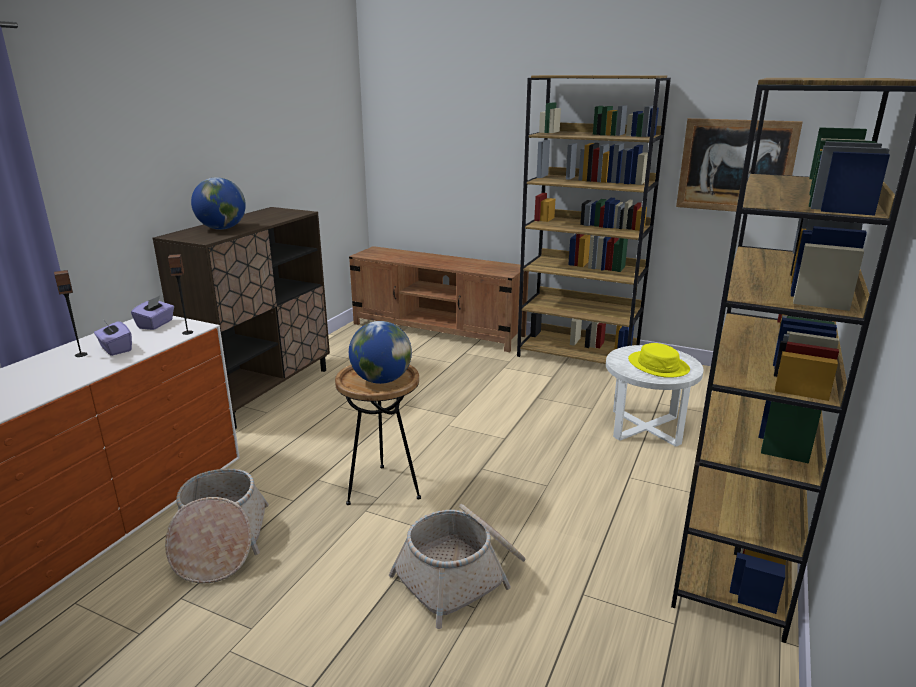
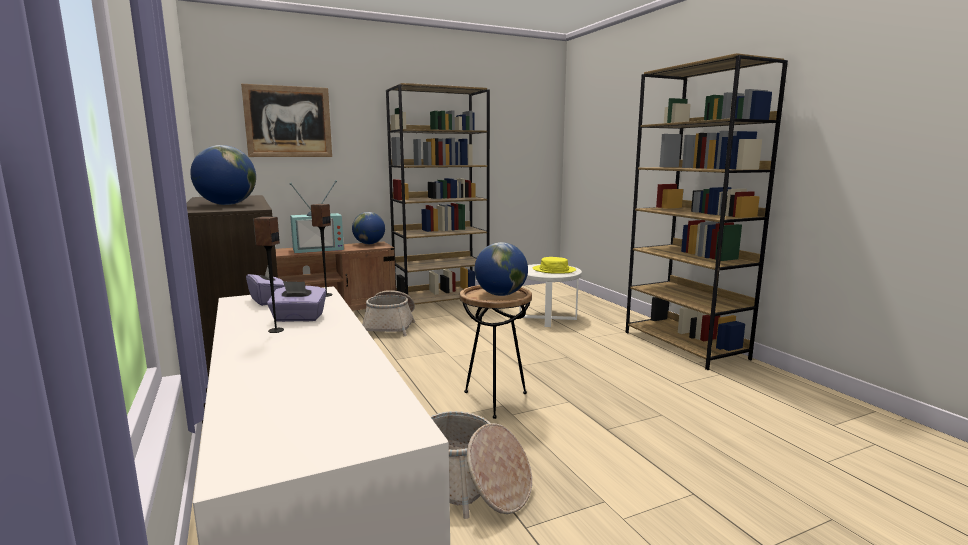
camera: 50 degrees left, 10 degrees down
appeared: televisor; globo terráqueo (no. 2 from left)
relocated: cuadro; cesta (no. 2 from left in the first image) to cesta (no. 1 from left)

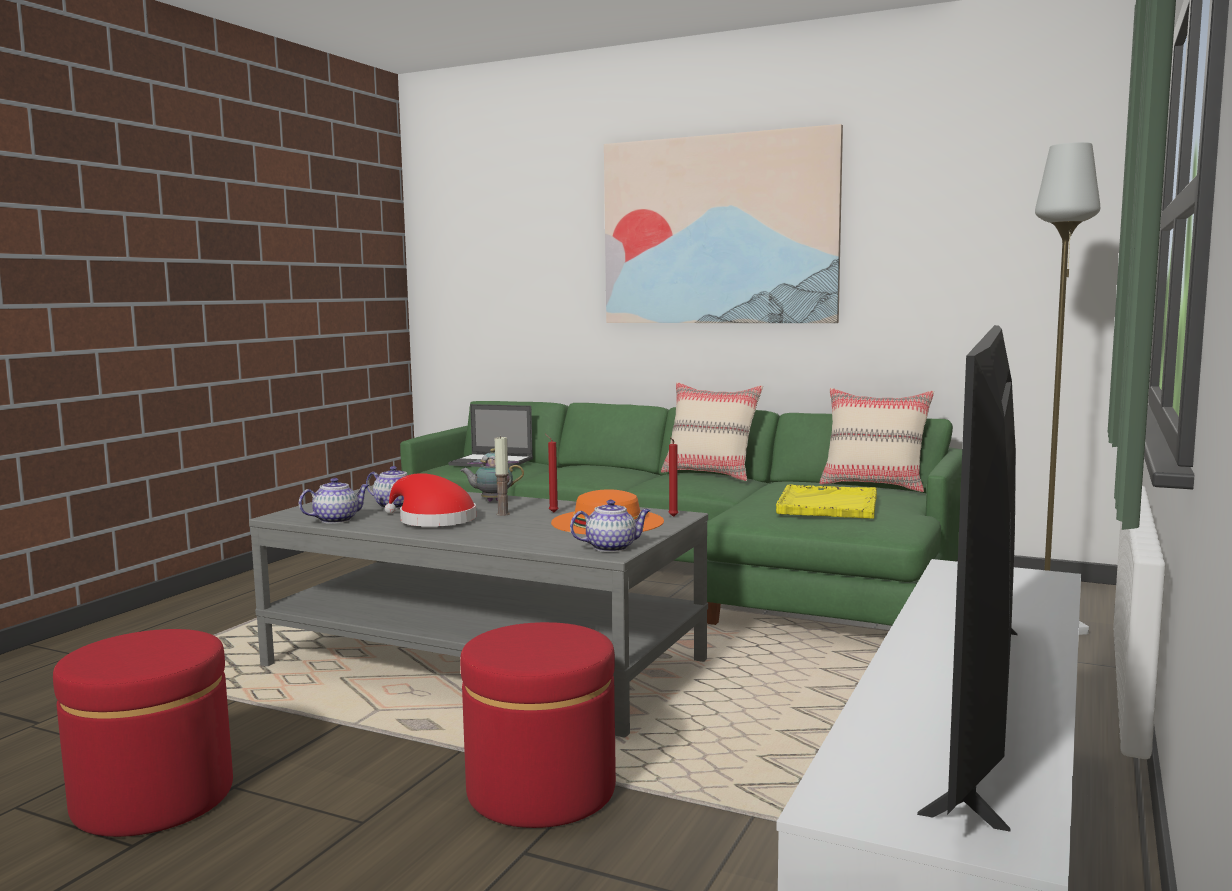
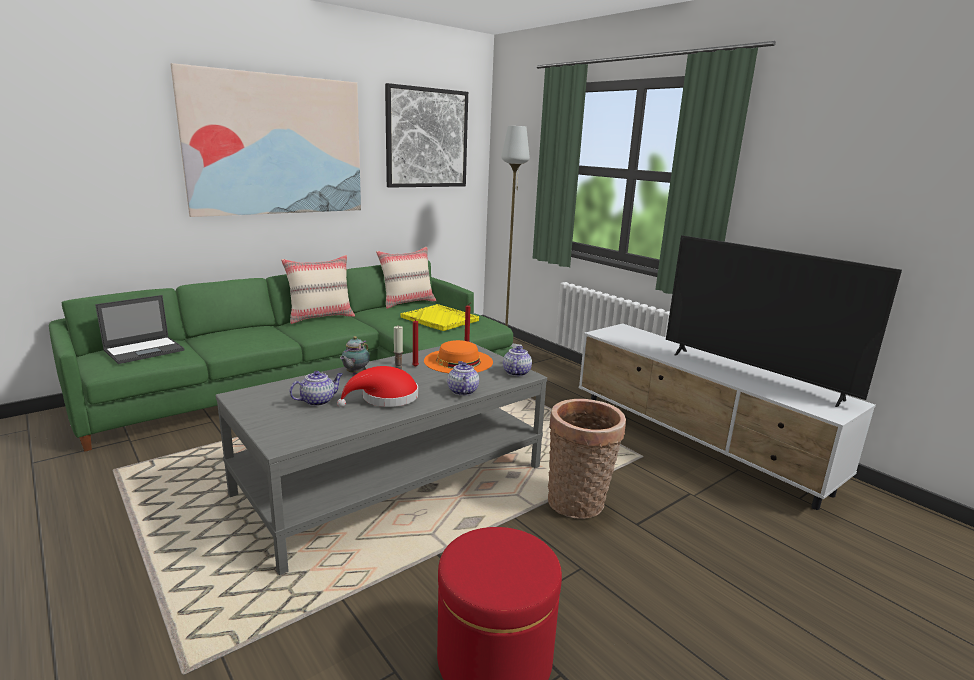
camera: 65 degrees left, 10 degrees up
appeared: cuadro (no. 2 from left)
relocated: tetera (no. 1 from left in the first image) to tetera (no. 3 from left)
exchanged: puf/rojo (no. 2 from left) to cesta

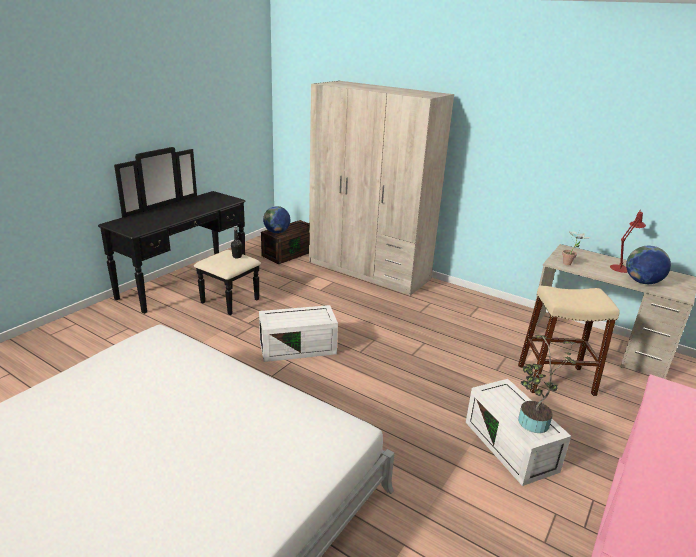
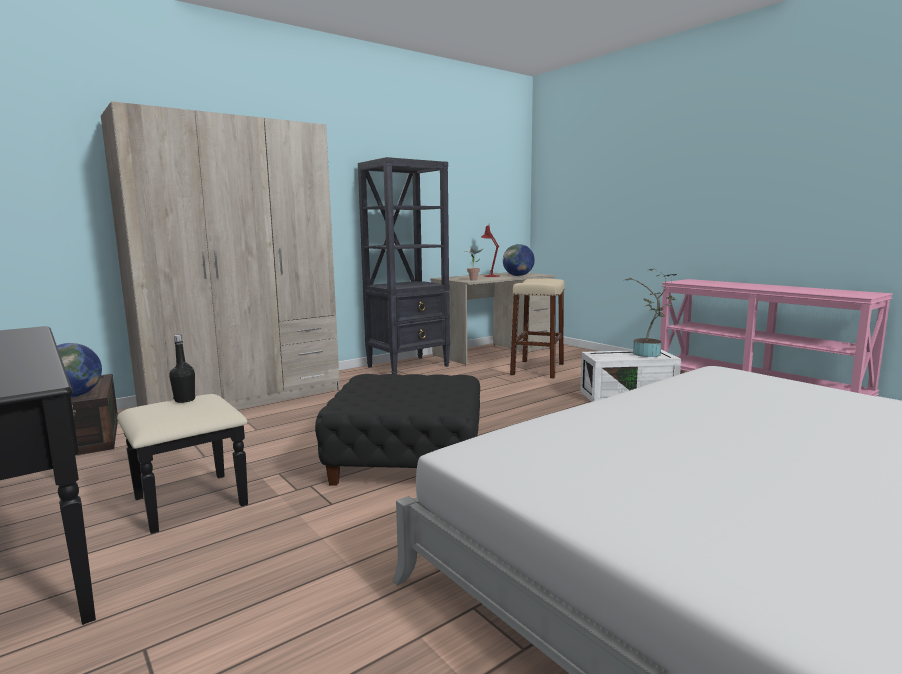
camera: 70 degrees left, 15 degrees down
appeared: estantería/negro
exchanged: caja de almacenaje/blanco (no. 1 from left) to puf/negro

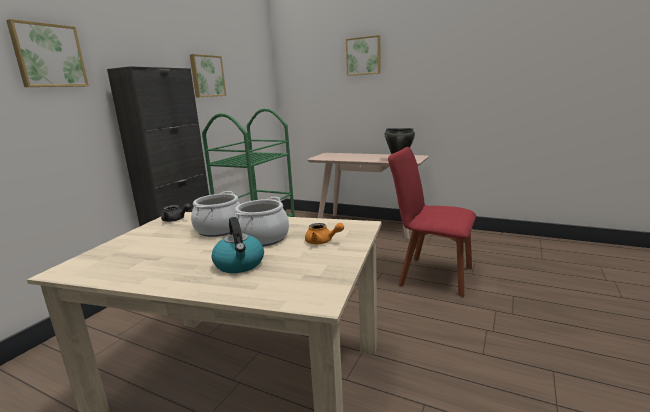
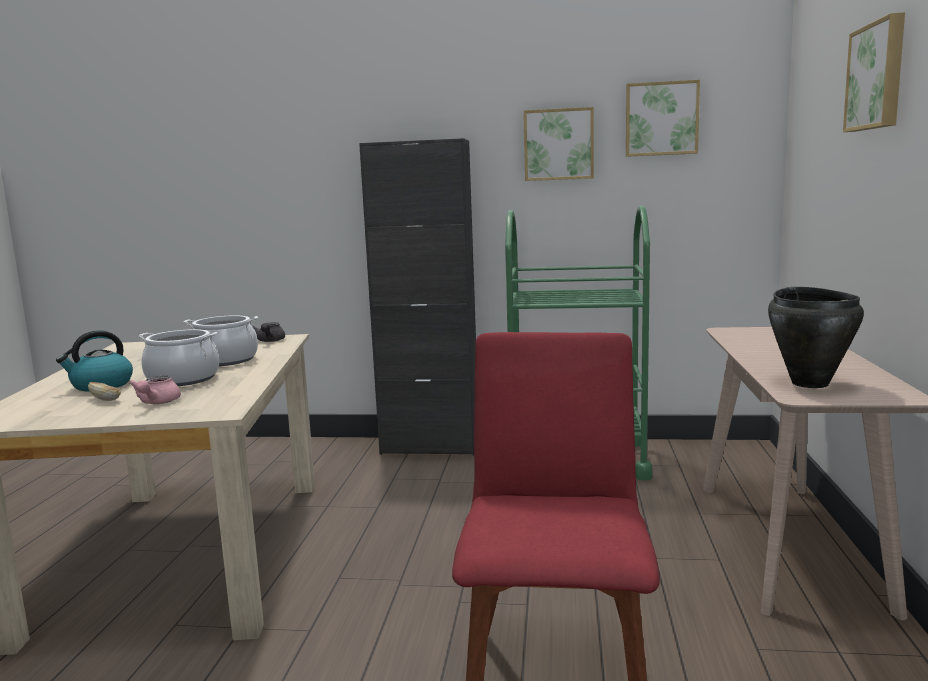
camera: 70 degrees right, 5 degrees down
appeared: pan
relocated: cuadro (no. 1 from left in the first image) to cuadro (no. 2 from left)
colour: tetera/naranja to tetera/rosa

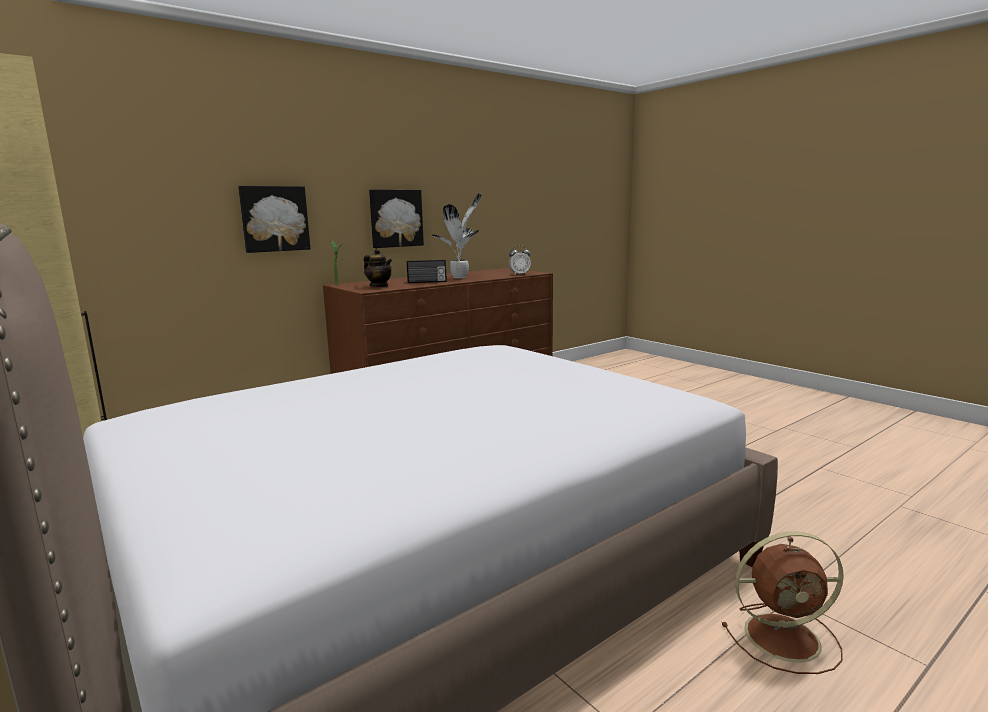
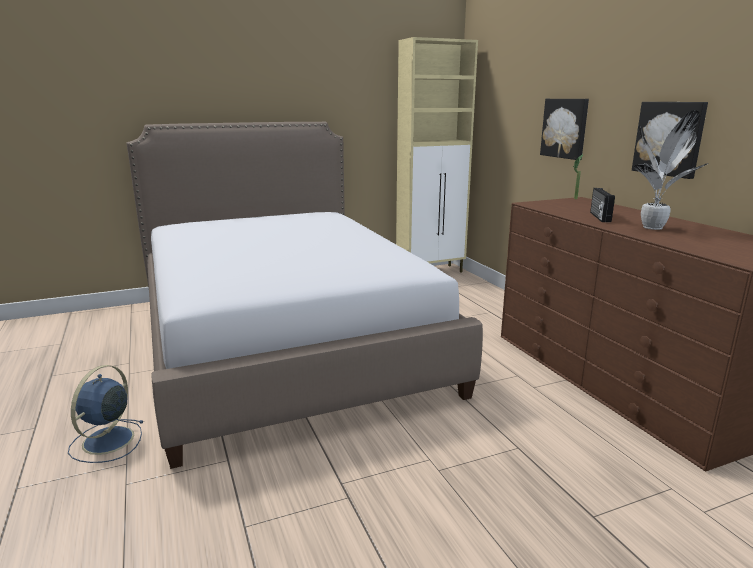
camera: 105 degrees right, 5 degrees up
missing: tetera; despertador
colour: ventilador/marrón to ventilador/azul

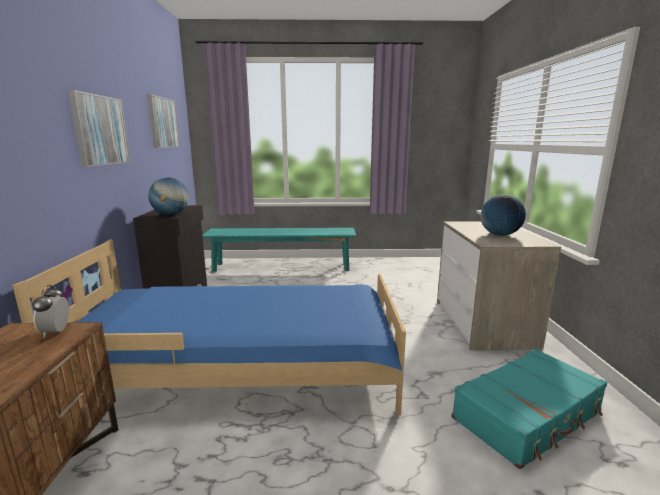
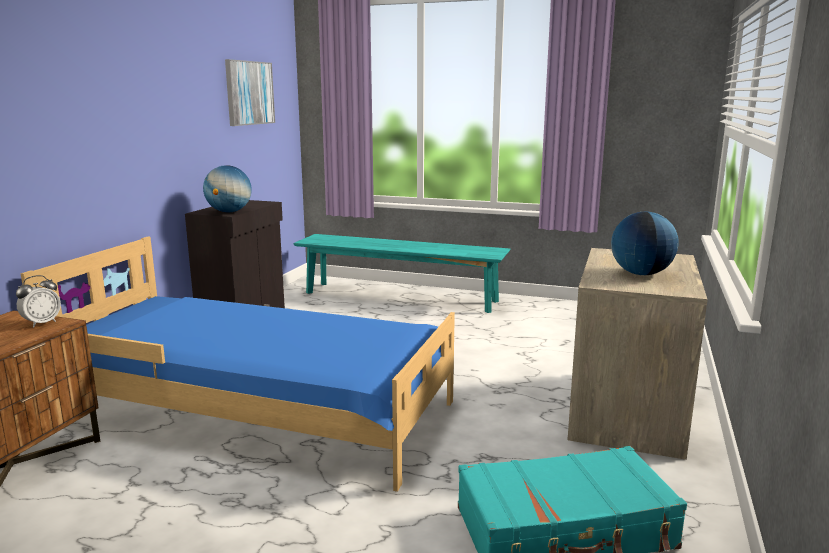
camera: 20 degrees right, 0 degrees up
missing: cuadro (no. 1 from left)
spun: despertador 150 degrees counterclockwise

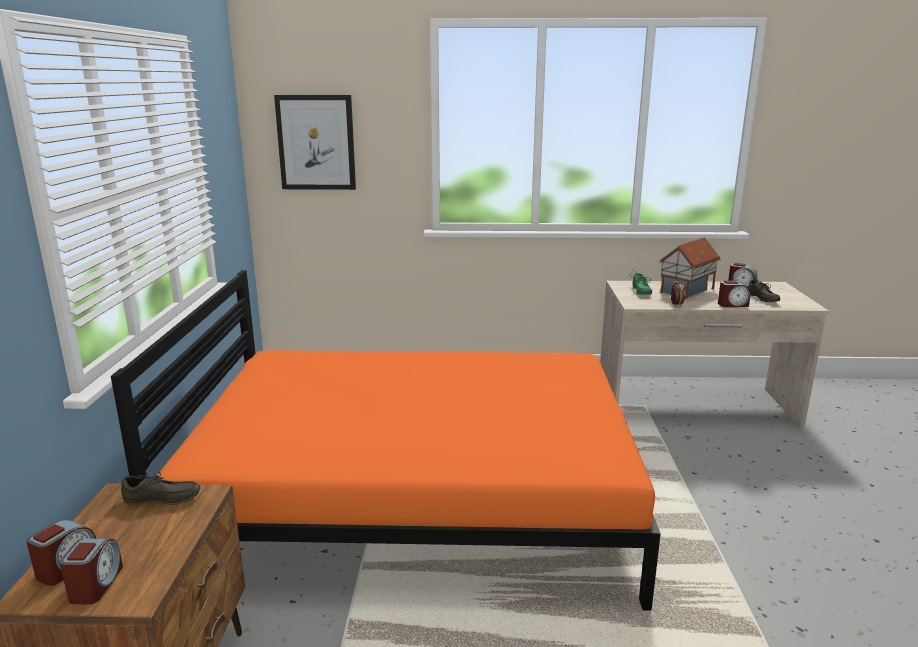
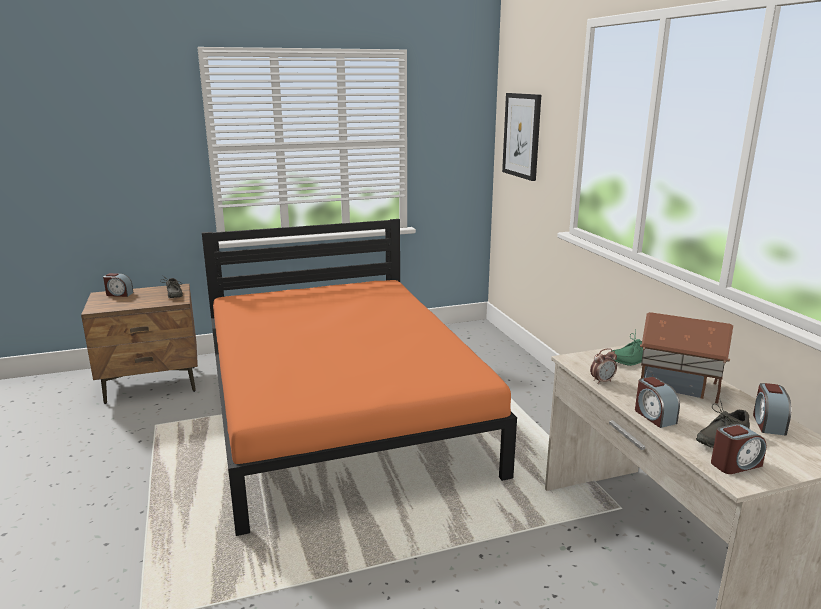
camera: 70 degrees right, 0 degrees up
relocated: despertador (no. 2 from left in the first image) to despertador (no. 4 from left)

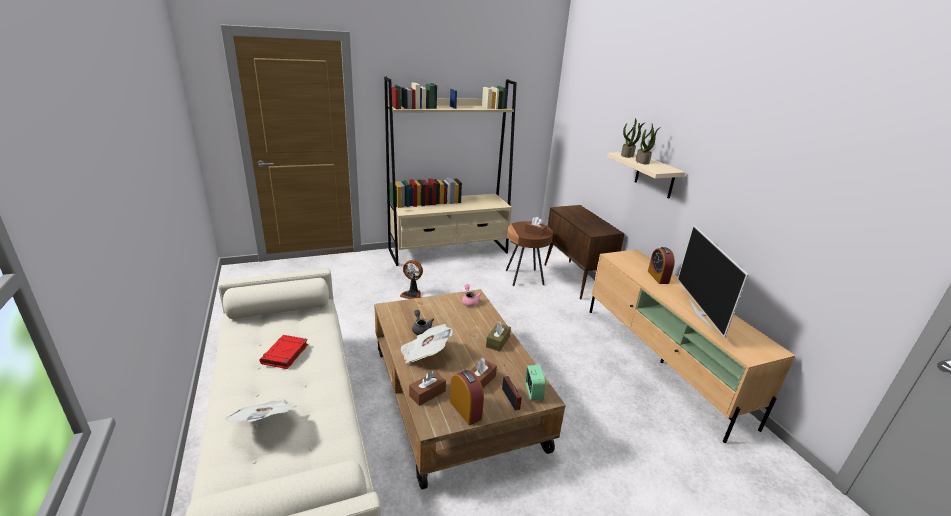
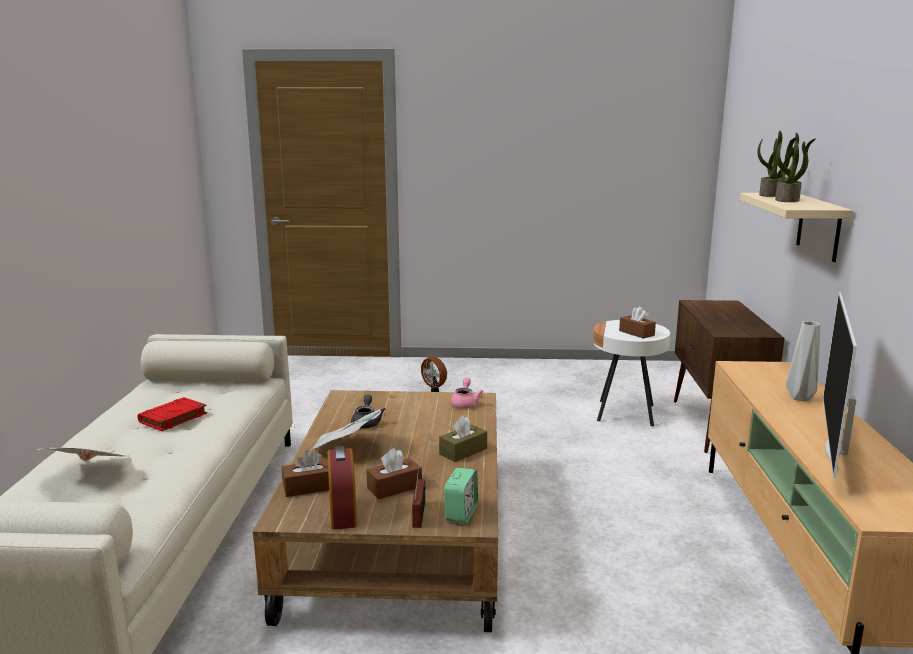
camera: 25 degrees right, 10 degrees down
missing: estantería/beis
exchanged: despertador (no. 3 from left) to florero/gris
colour: mesa auxiliar/marrón to mesa auxiliar/blanco

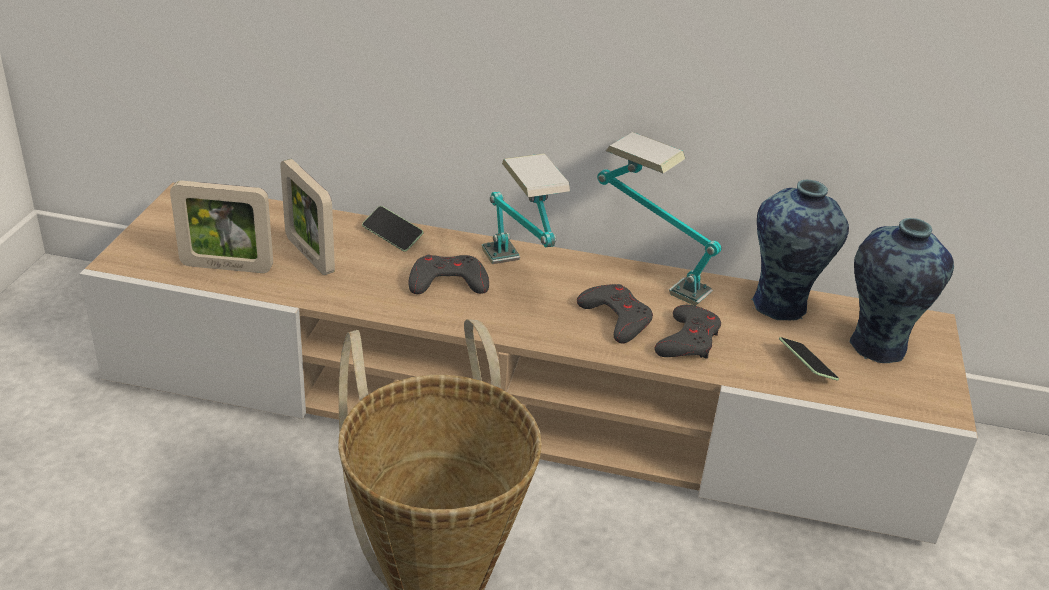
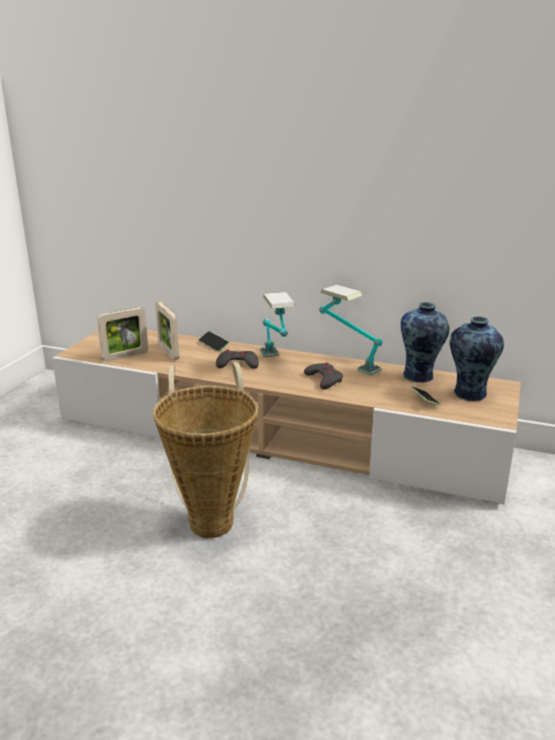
camera: 10 degrees right, 10 degrees down
missing: mando de consola/gris (no. 3 from left)
spun: portarretratos (no. 1 from left) 45 degrees counterclockwise

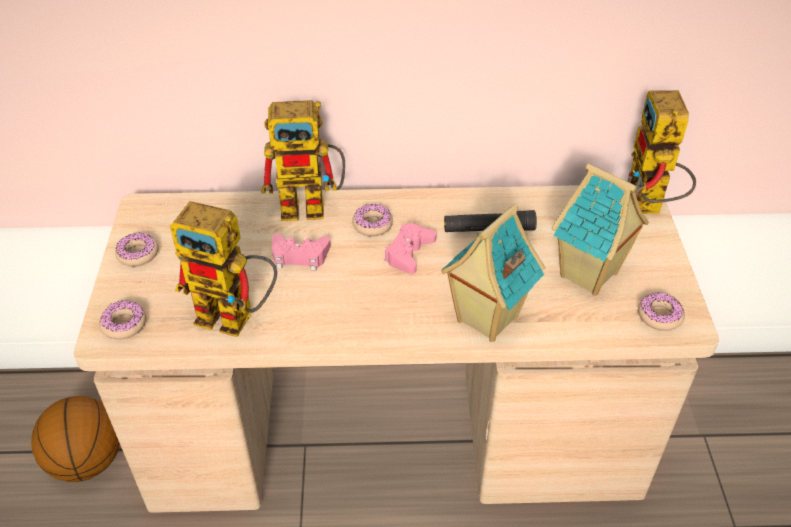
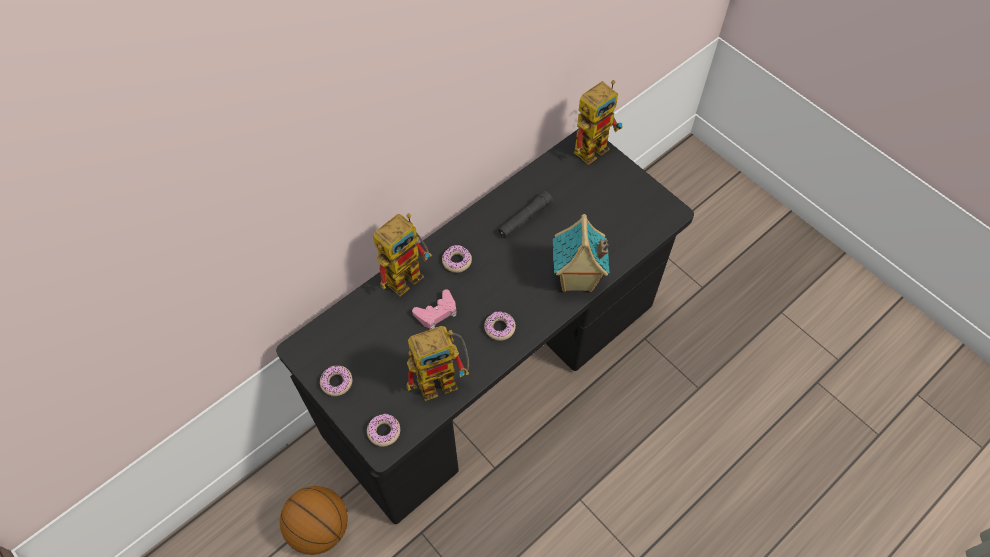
camera: 40 degrees left, 15 degrees up
missing: mando de consola/rosa (no. 2 from left); casita (no. 2 from left)
relocated: rosquilla (no. 4 from left)
colour: escritorio/beis to escritorio/negro
spun: robot de juguete (no. 3 from left) 90 degrees counterclockwise

